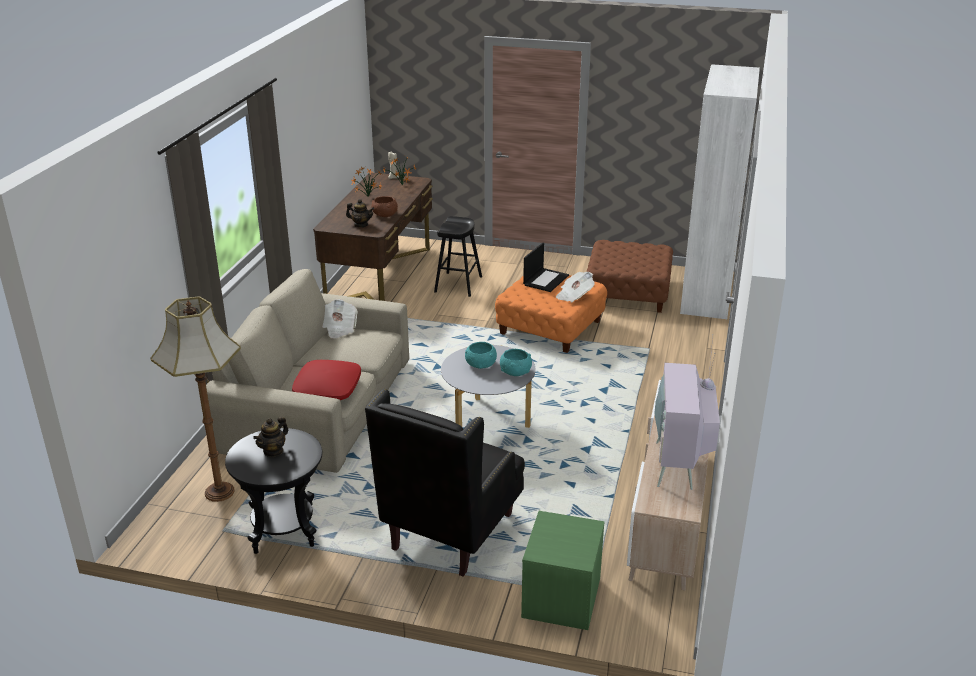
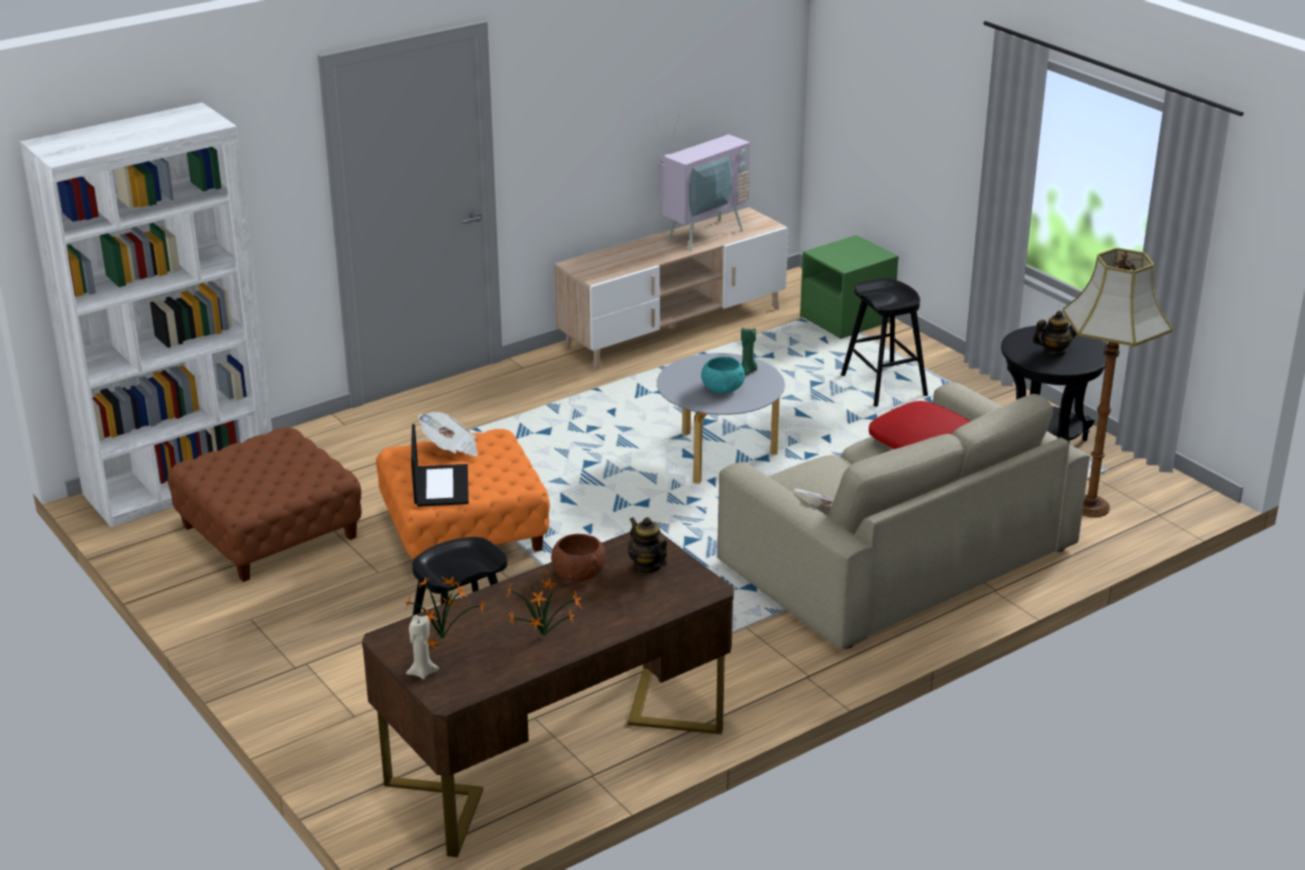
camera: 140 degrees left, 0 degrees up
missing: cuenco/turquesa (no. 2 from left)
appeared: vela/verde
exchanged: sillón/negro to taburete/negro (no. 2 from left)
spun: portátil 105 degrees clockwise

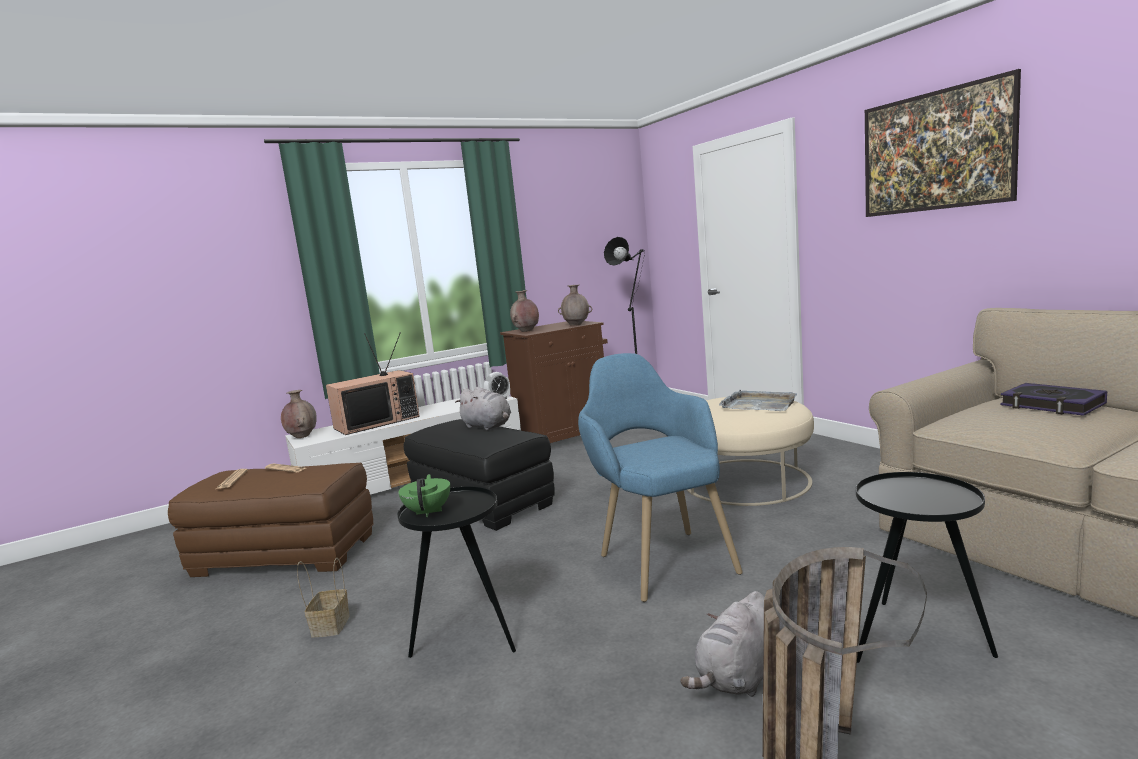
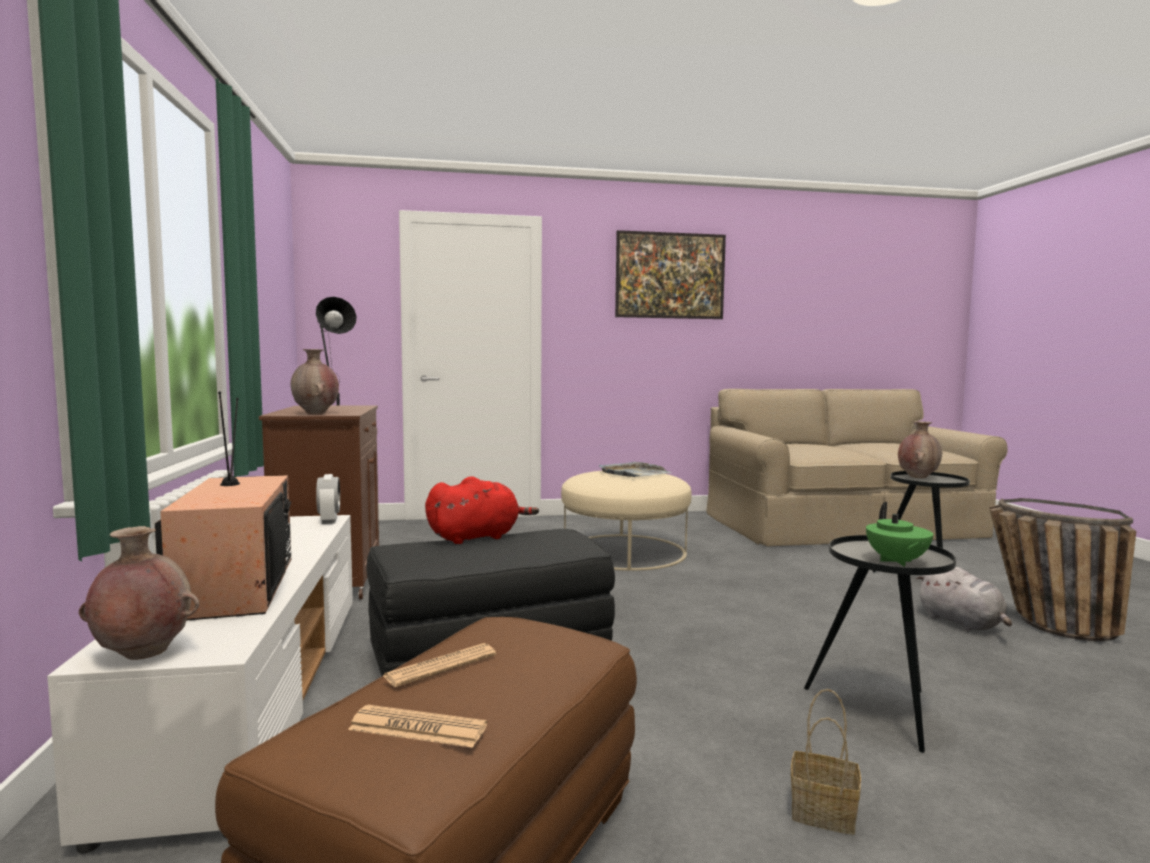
camera: 70 degrees left, 5 degrees down
missing: sillón/azul; libro
relocated: florero/marrón (no. 3 from left)
colour: peluche/gris (no. 1 from left) to peluche/rojo
spun: tetera/verde 105 degrees counterclockwise

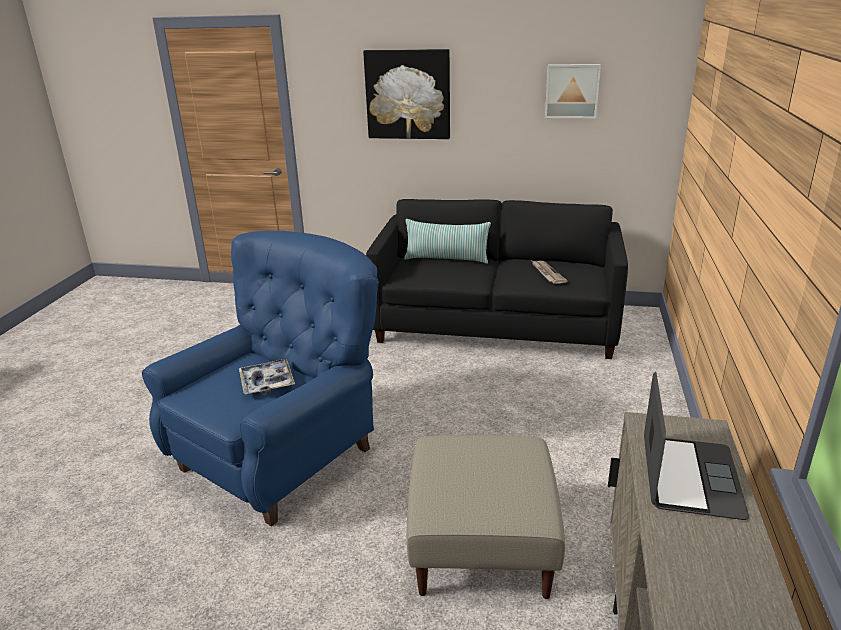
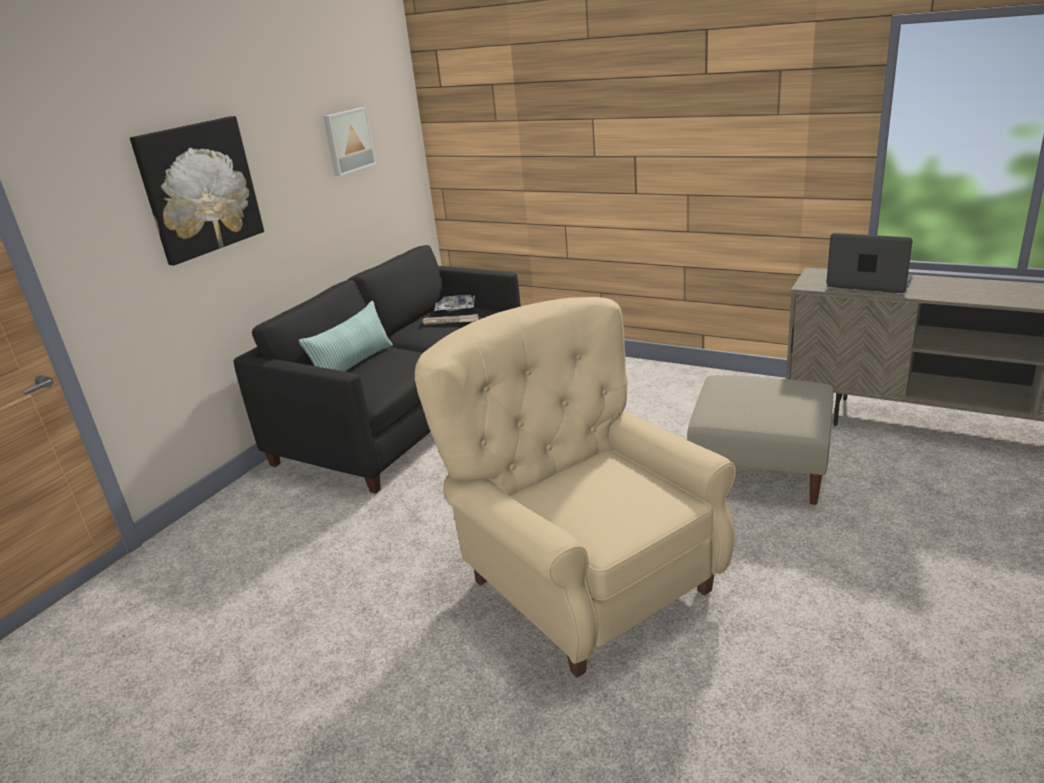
camera: 70 degrees left, 0 degrees up
relocated: bandeja
colour: sillón/azul to sillón/beis

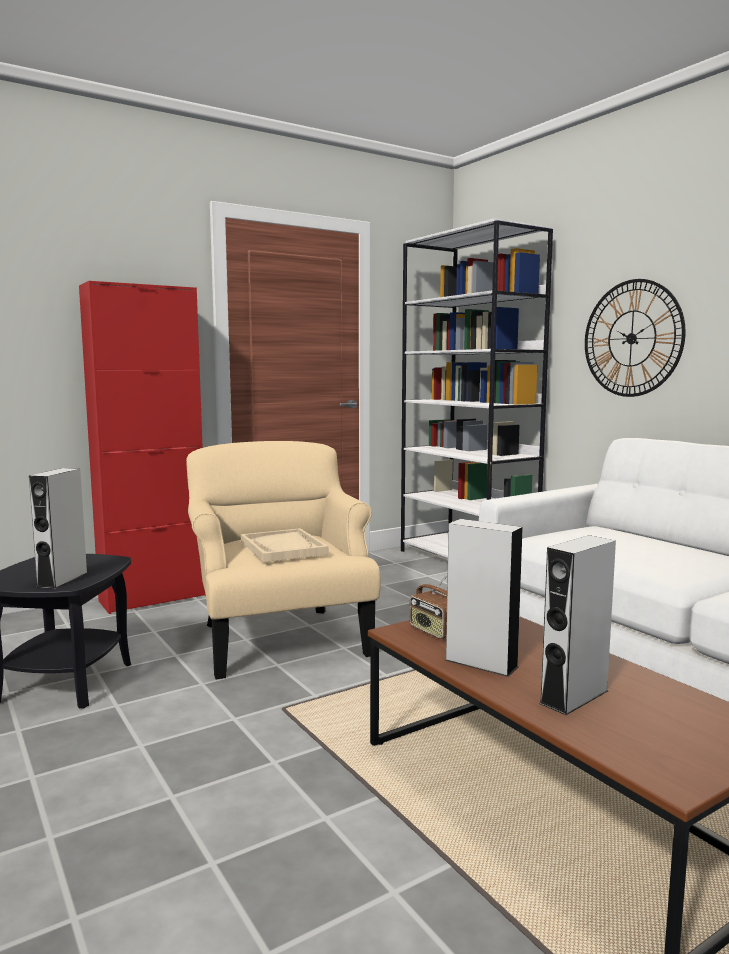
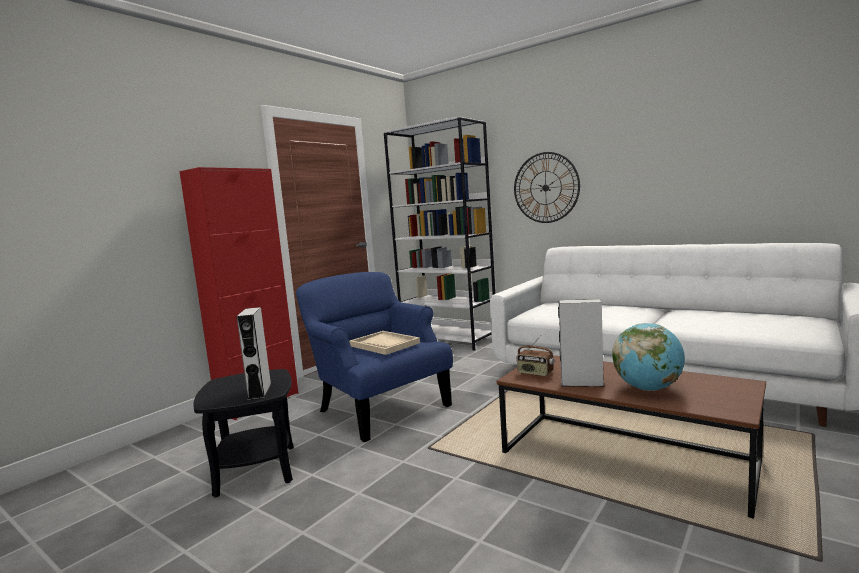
camera: 20 degrees left, 0 degrees up
exchanged: altavoz/gris (no. 3 from left) to globo terráqueo
colour: sillón/beis to sillón/azul

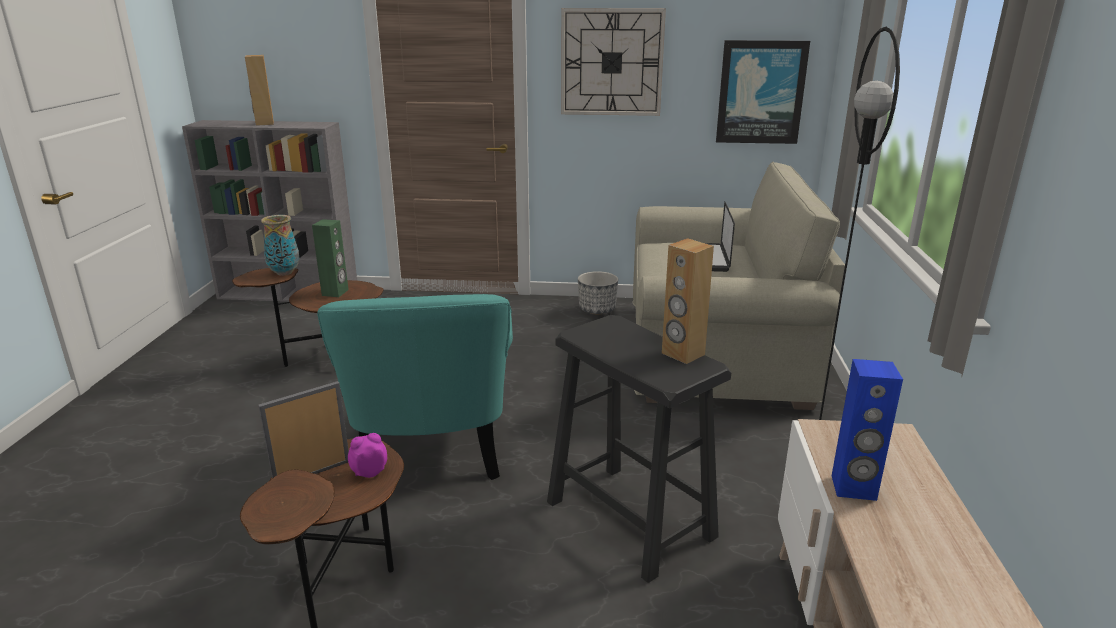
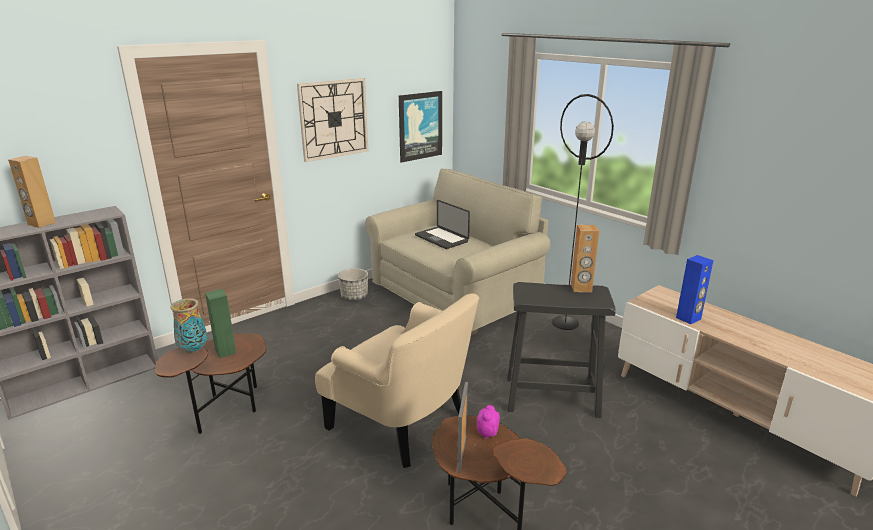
camera: 45 degrees left, 0 degrees up
colour: sillón/turquesa to sillón/beis

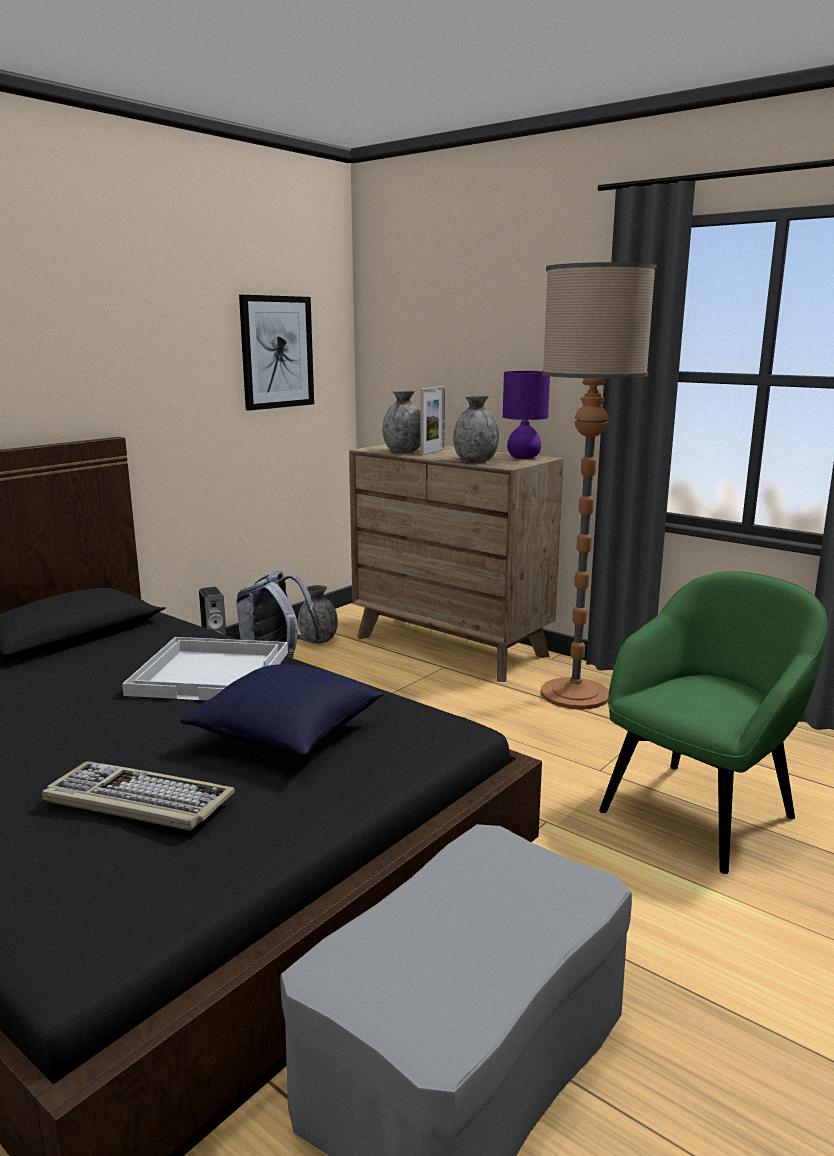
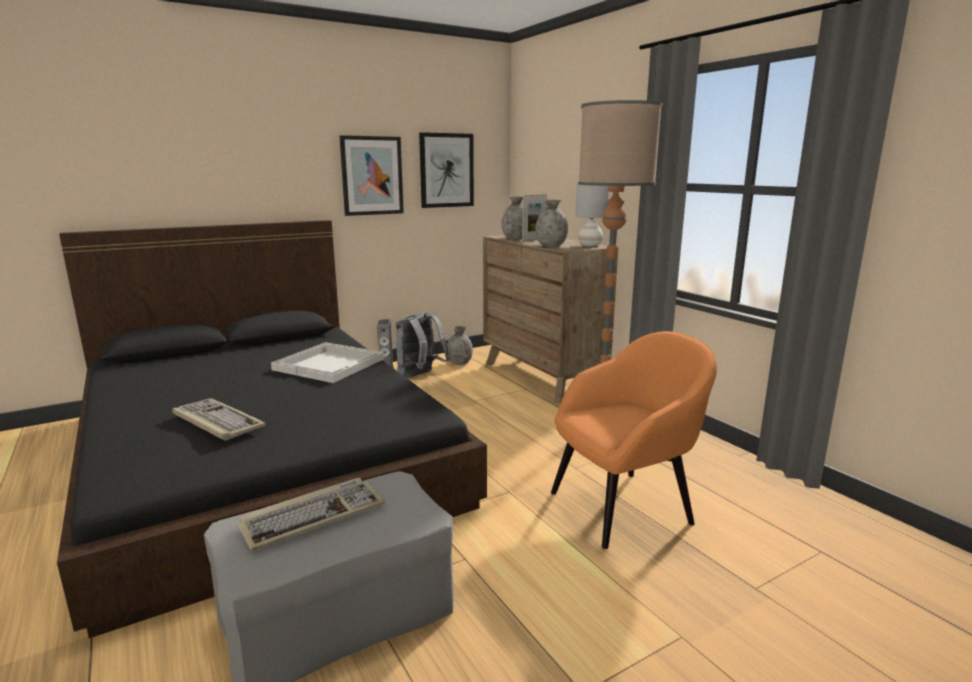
camera: 20 degrees right, 0 degrees up
missing: cojín/azul
appeared: teclado (no. 2 from left); cuadro (no. 1 from left)
colour: sillón/verde to sillón/naranja; lámpara de mesa/morado to lámpara de mesa/gris

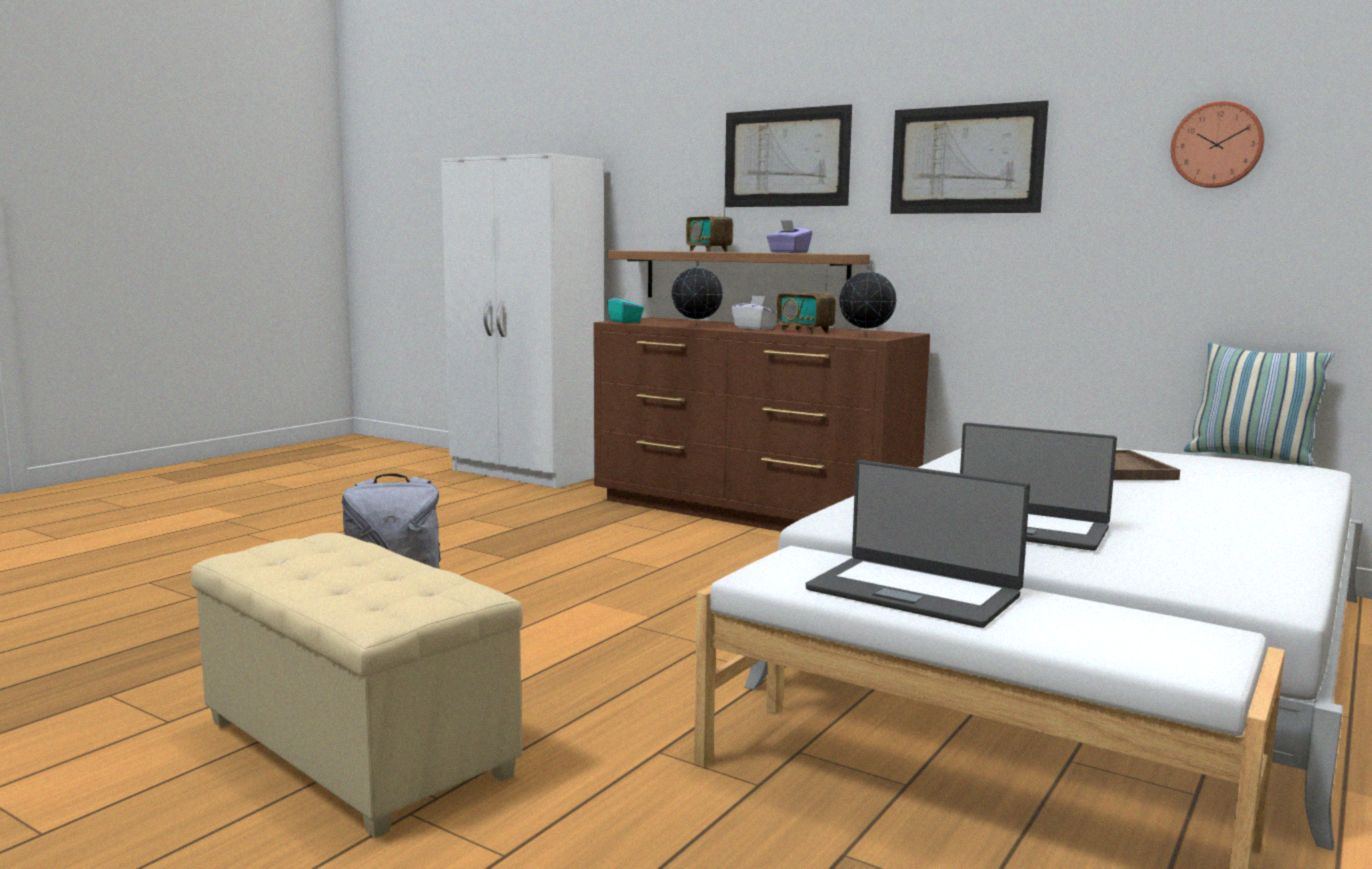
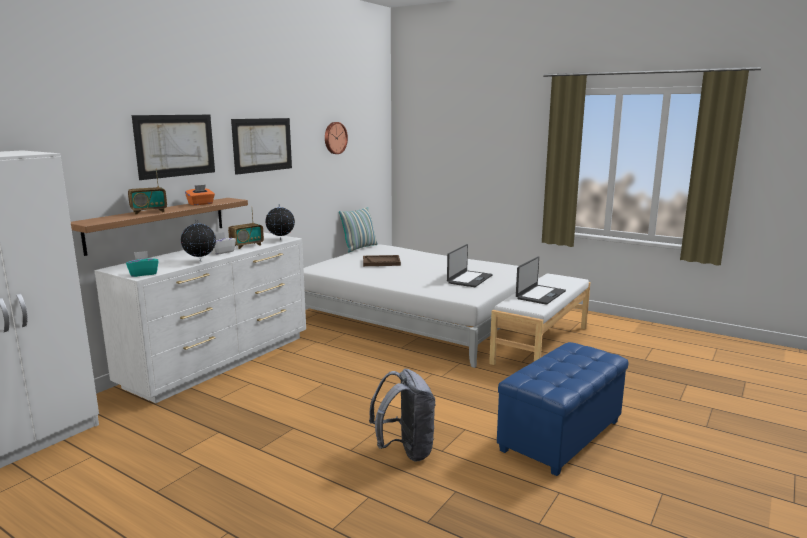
camera: 90 degrees left, 5 degrees up
colour: cómoda/marrón to cómoda/blanco; caja de pañuelos/morado to caja de pañuelos/naranja; puf/beis to puf/azul

